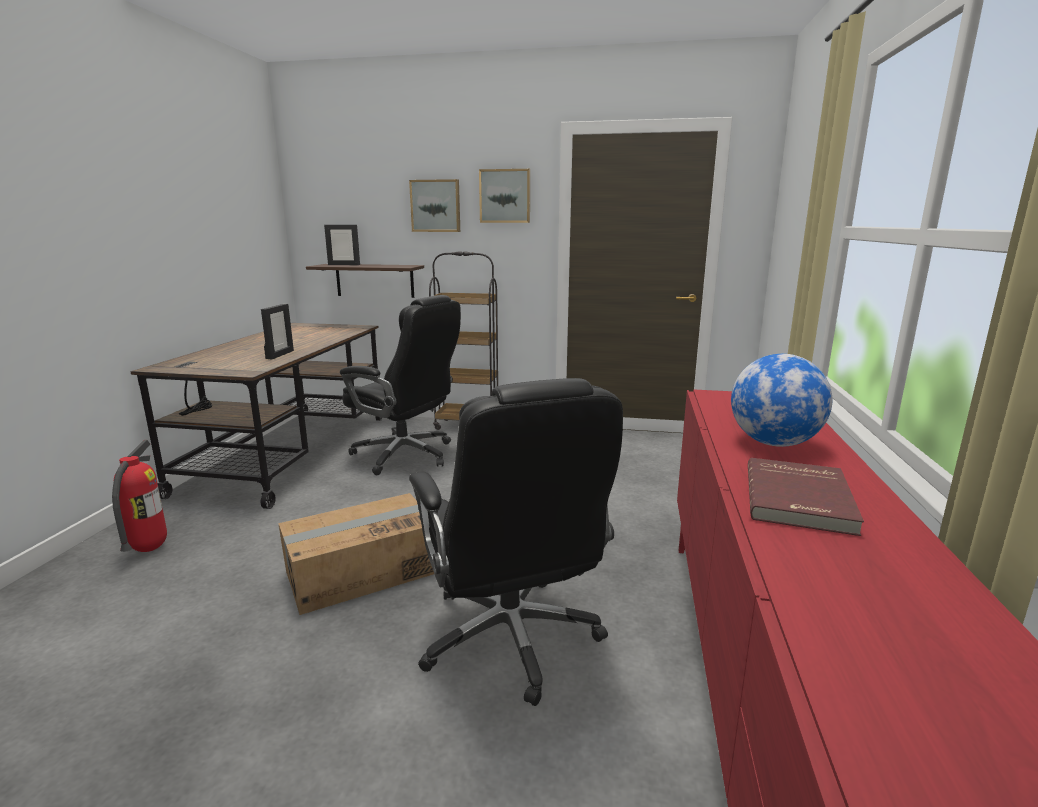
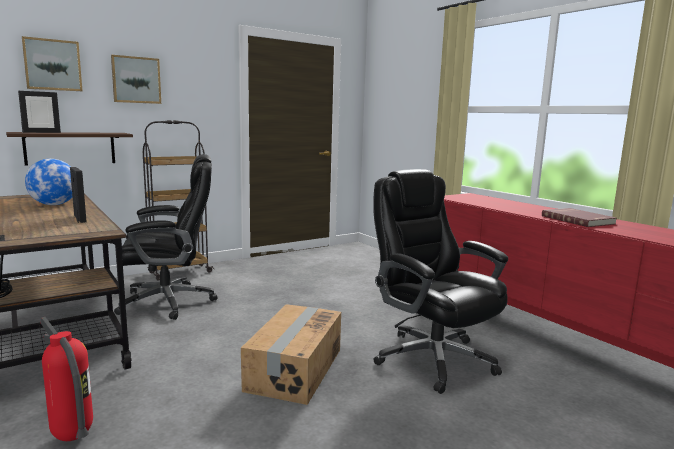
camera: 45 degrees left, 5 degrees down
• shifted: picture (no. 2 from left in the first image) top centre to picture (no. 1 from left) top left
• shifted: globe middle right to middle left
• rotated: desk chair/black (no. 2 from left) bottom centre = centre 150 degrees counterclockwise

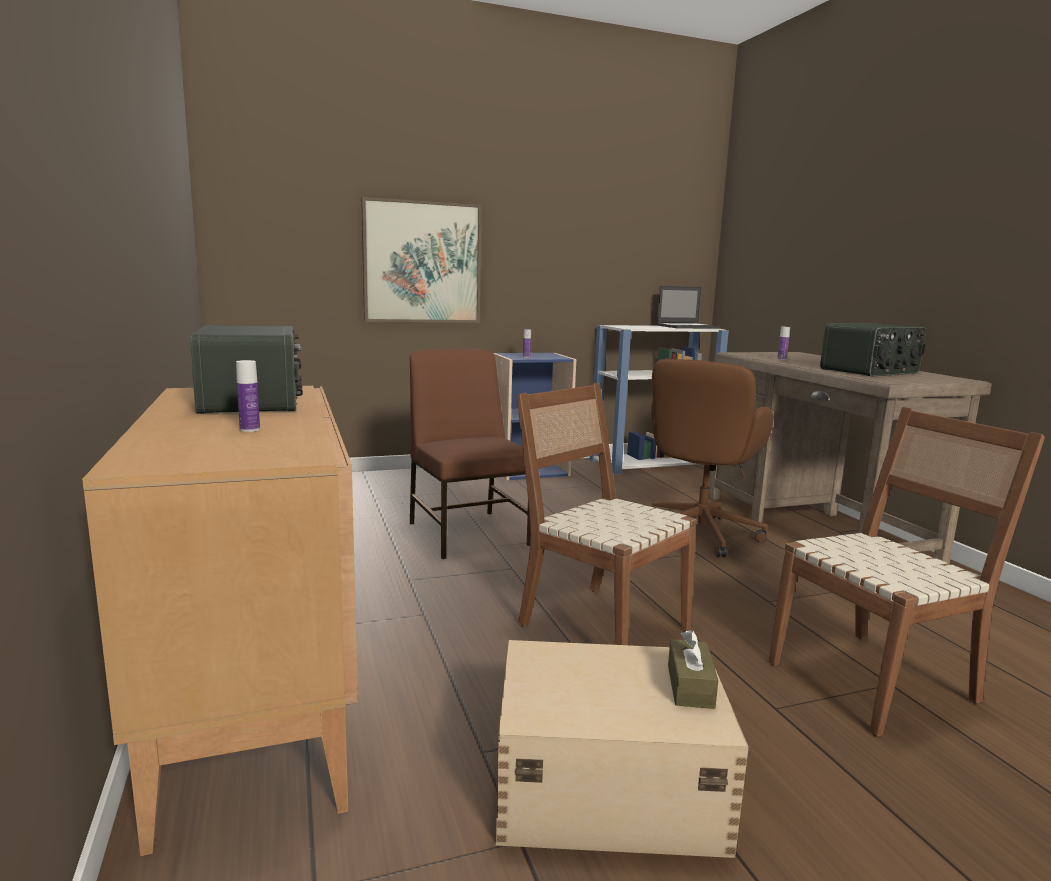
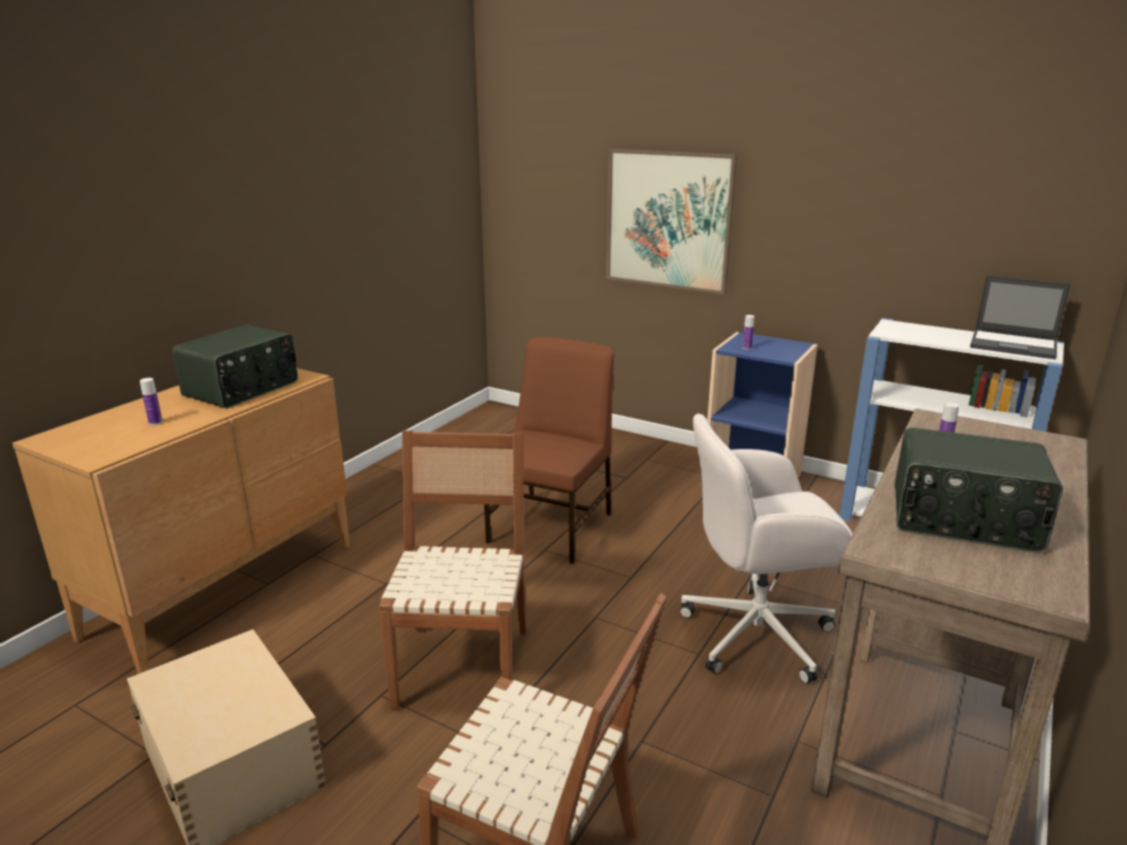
camera: 50 degrees right, 10 degrees up
• repainted: desk chair/brown middle right to desk chair/whitish middle right
• gone: tissue box/brown bottom centre

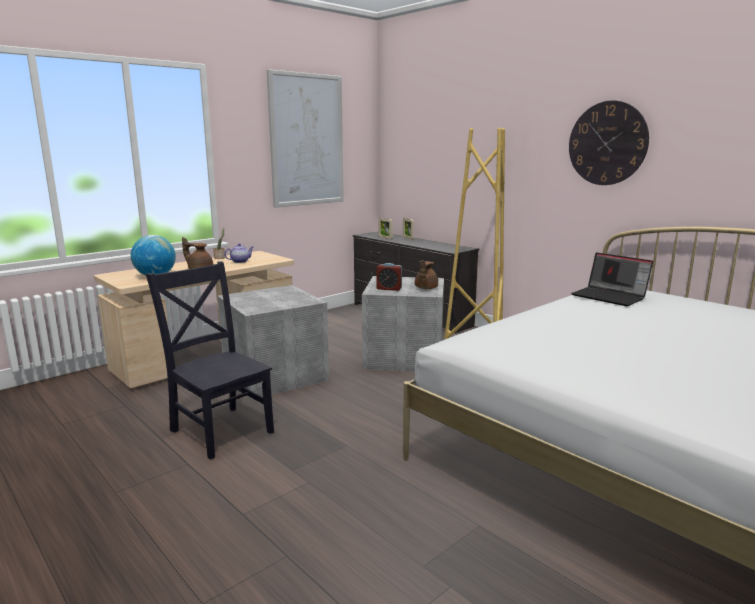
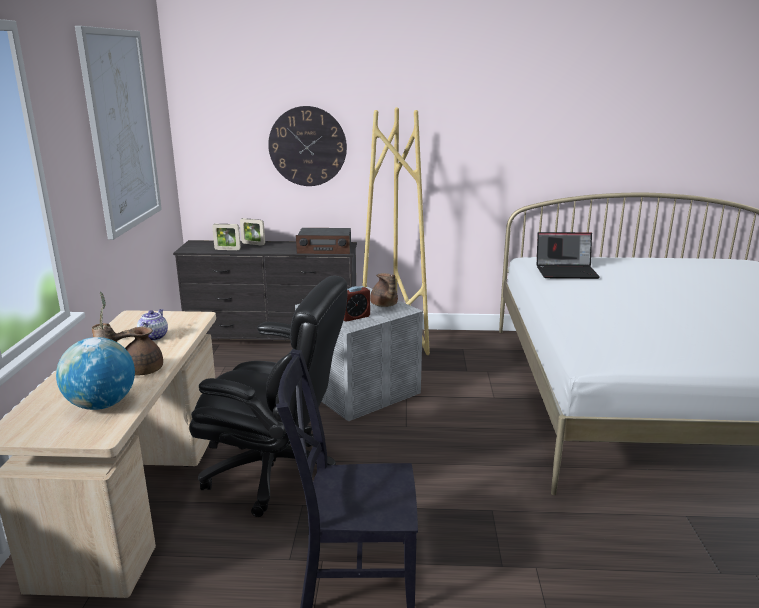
camera: 45 degrees left, 5 degrees up
• swapped: storage box/grey (no. 1 from left) centre to desk chair/black centre
• shifted: hanging clock top right to top centre
• new: radio receiver centre

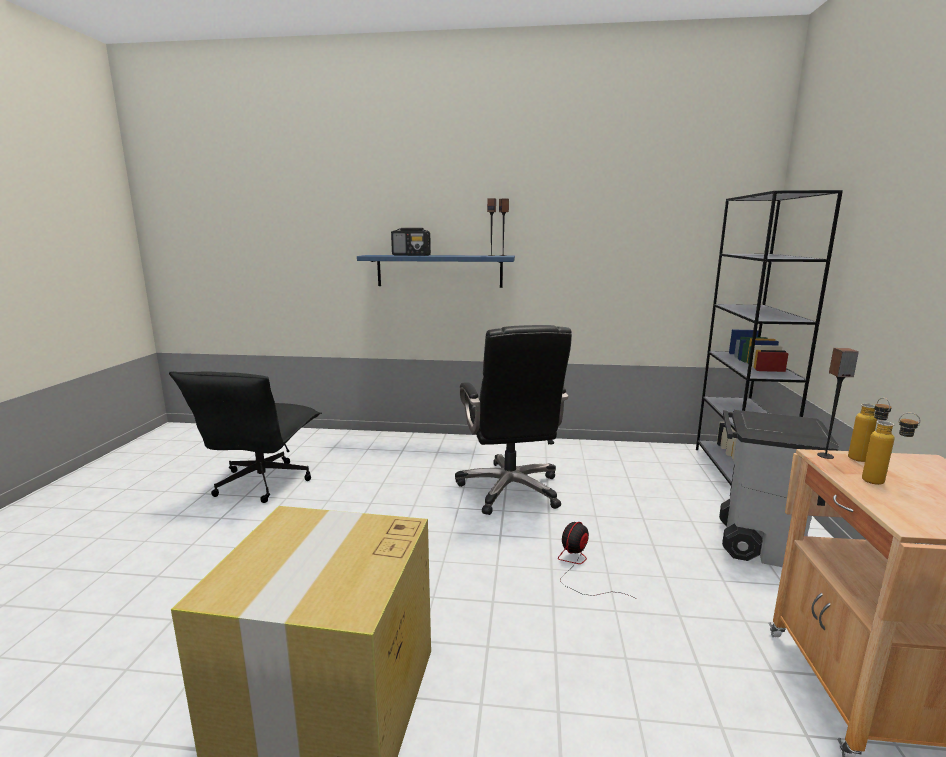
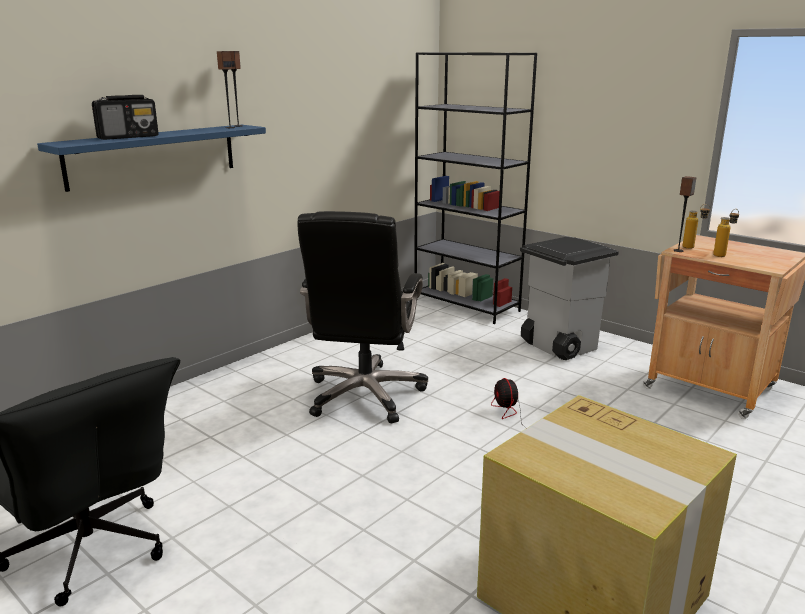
camera: 55 degrees left, 5 degrees up
• rotated: desk chair/black (no. 2 from left) centre = centre 75 degrees clockwise

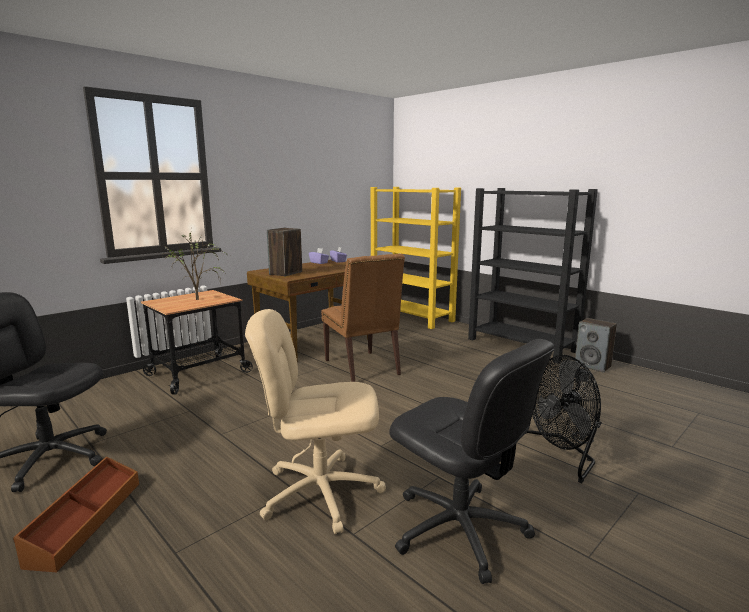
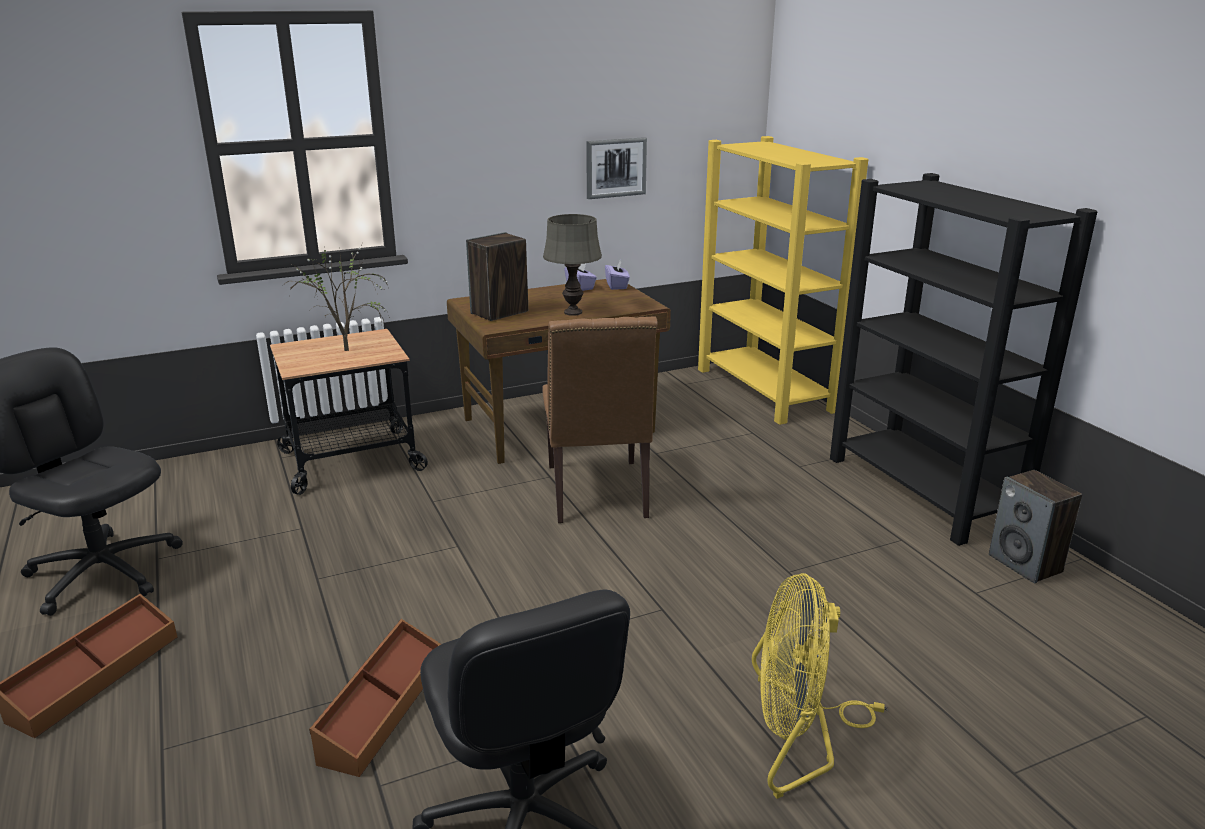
camera: 20 degrees right, 10 degrees up
• swapped: desk chair/sand-coloured bottom centre to storage box/brown (no. 2 from left) bottom left
• new: table lamp/grey top centre
• new: picture top centre
• repainted: cooling fan/black bottom right to cooling fan/yellow-coloured bottom right

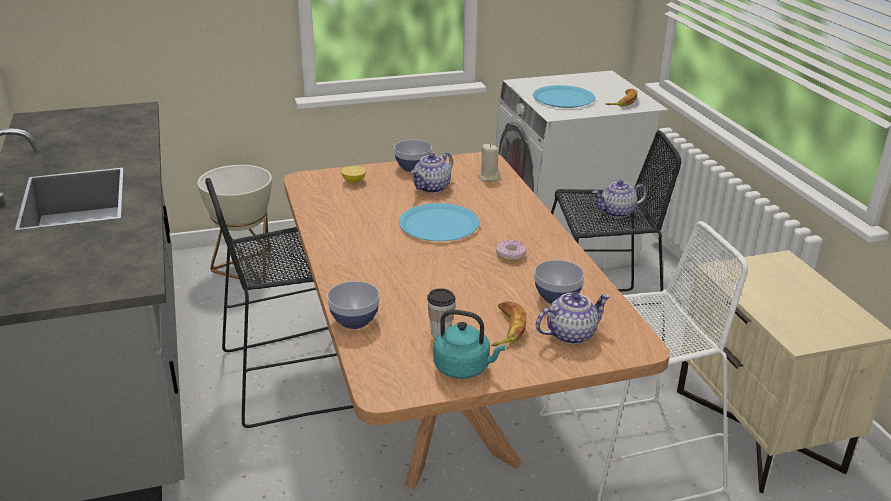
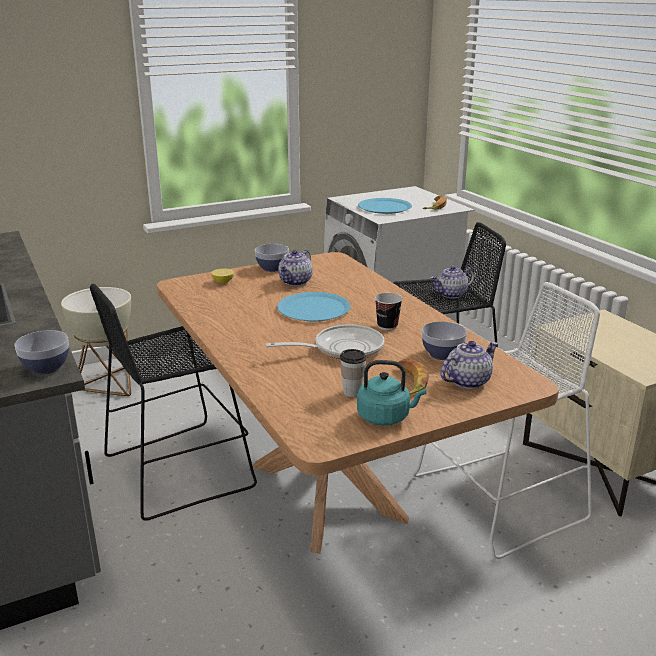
camera: 10 degrees left, 5 degrees down
• shifted: bowl (no. 1 from left) centre to middle left
• new: skillet centre
• swapped: doughnut centre to small cup (no. 2 from left) centre
• gone: wax candle/sand-coloured top centre

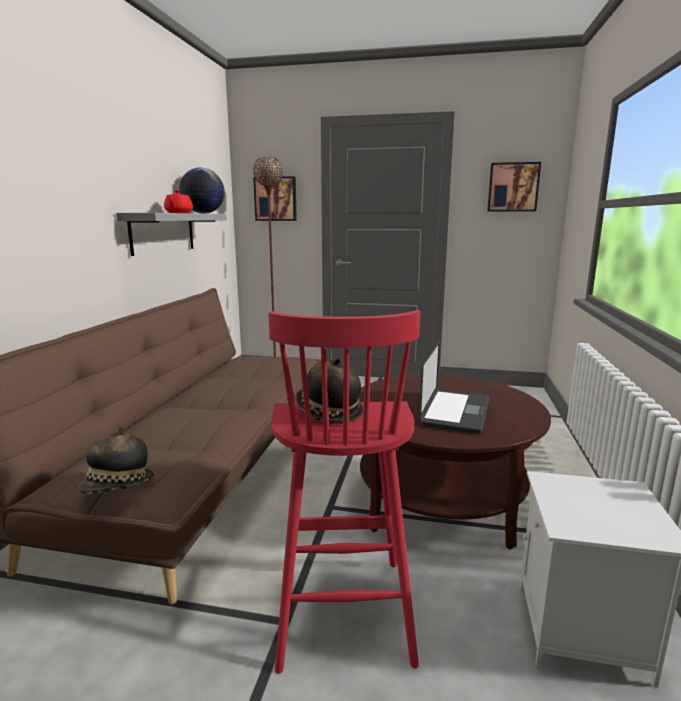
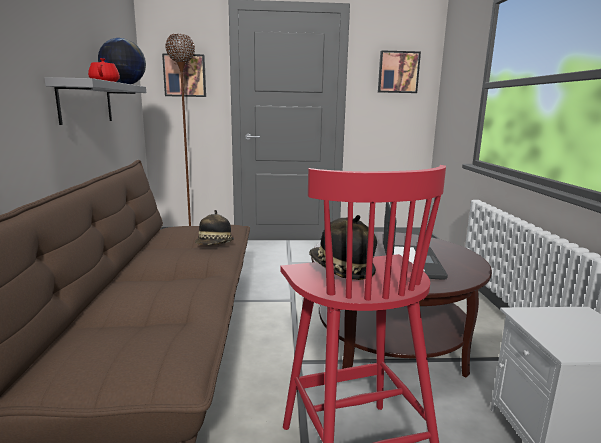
camera: 15 degrees left, 0 degrees up
• shifted: hat (no. 1 from left) middle left to centre

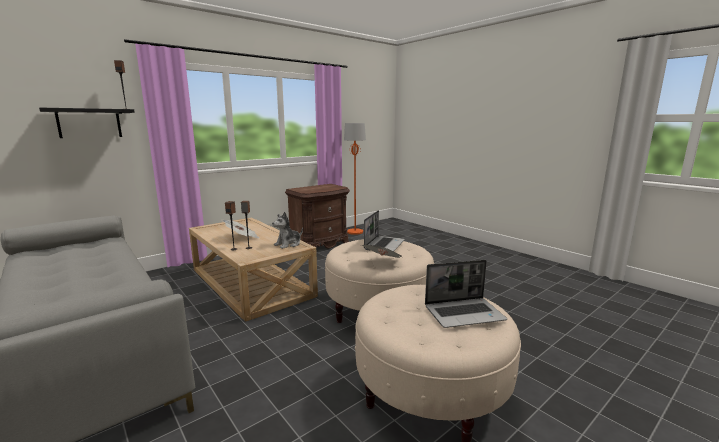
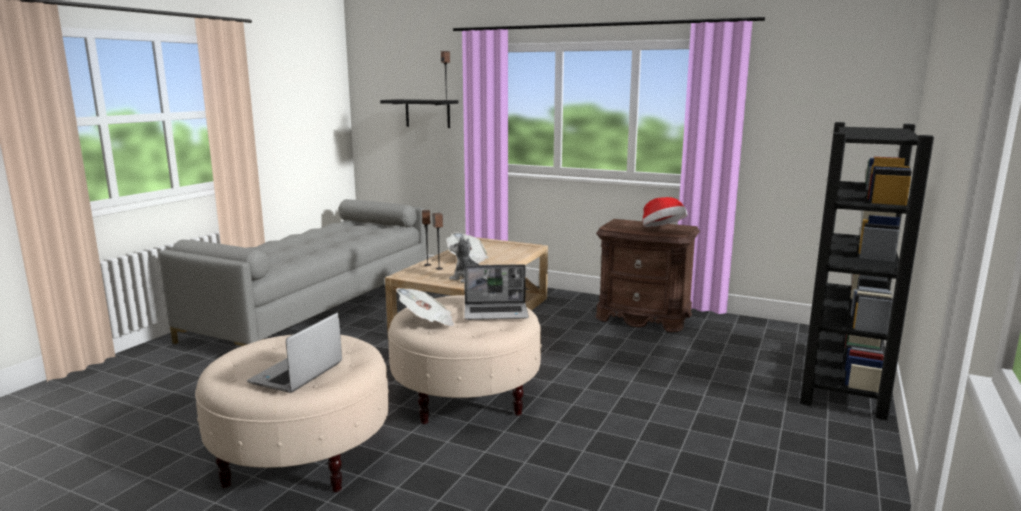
camera: 65 degrees right, 0 degrees up
• rotated: notebook computer (no. 2 from left in the first image) centre = bottom left 60 degrees clockwise
• new: hat centre
• new: bookshelf/black middle right
• gone: standard lamp/orange centre

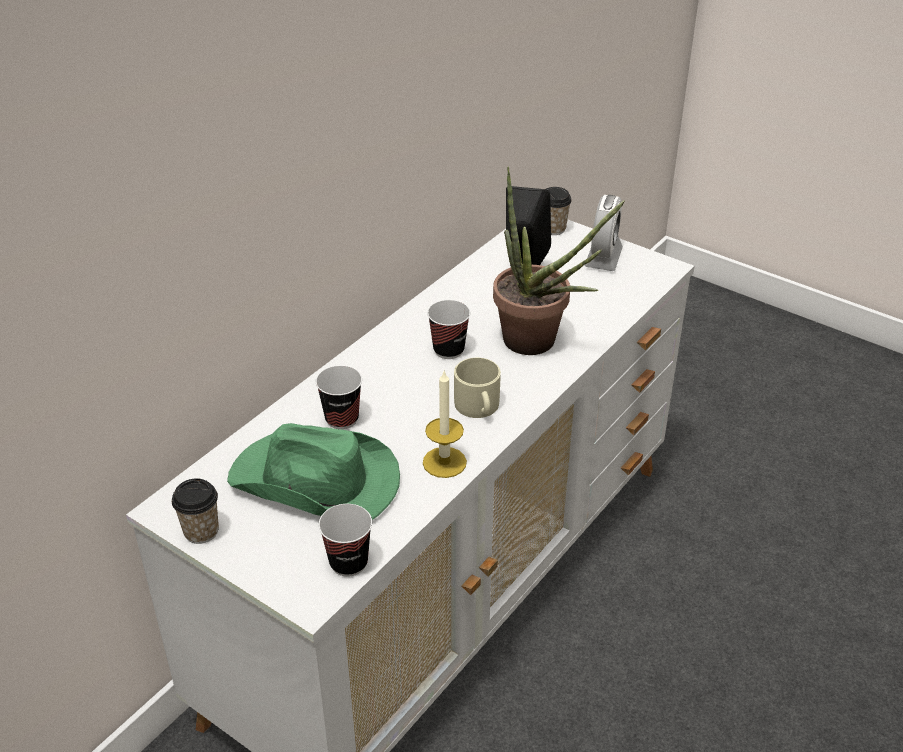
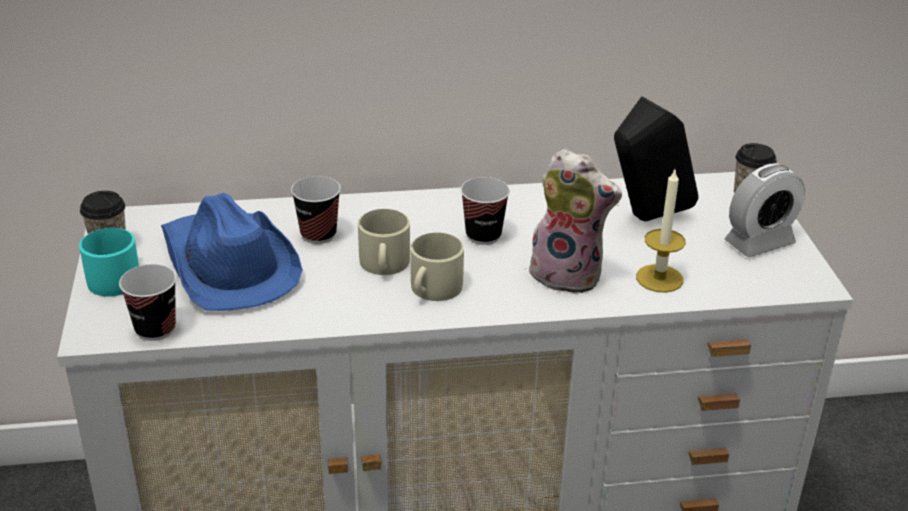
camera: 45 degrees right, 5 degrees down
• new: coffee mug/turquoise-coloured middle left
• repainted: hat/greenish centre to hat/blue middle left
• new: coffee mug/sand-coloured (no. 1 from left) centre
• swapped: plant in a pot centre to soft toy centre
• shifted: wax candle centre to middle right

